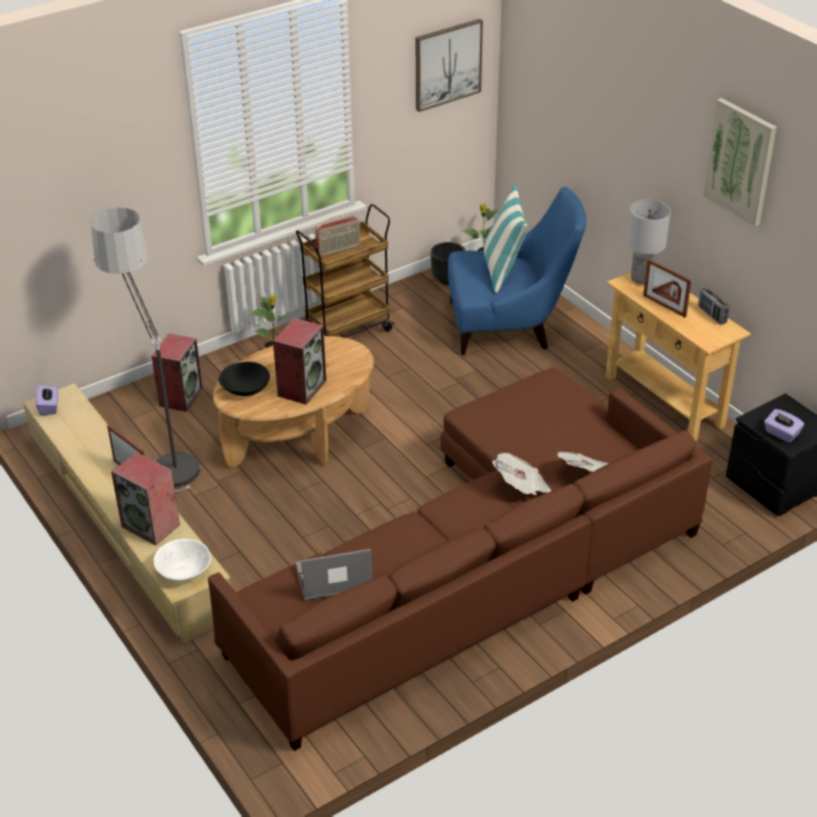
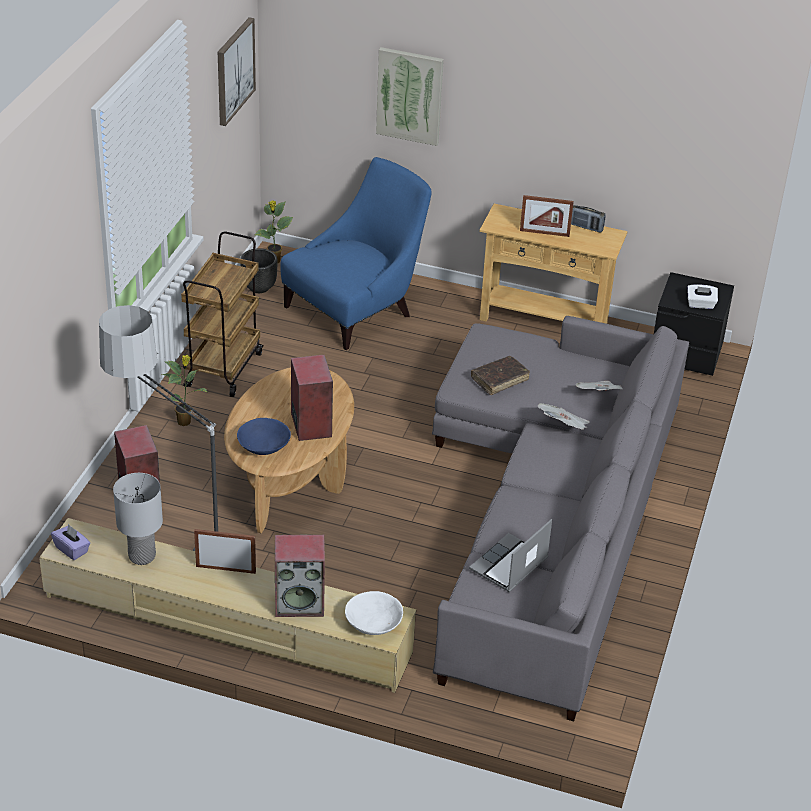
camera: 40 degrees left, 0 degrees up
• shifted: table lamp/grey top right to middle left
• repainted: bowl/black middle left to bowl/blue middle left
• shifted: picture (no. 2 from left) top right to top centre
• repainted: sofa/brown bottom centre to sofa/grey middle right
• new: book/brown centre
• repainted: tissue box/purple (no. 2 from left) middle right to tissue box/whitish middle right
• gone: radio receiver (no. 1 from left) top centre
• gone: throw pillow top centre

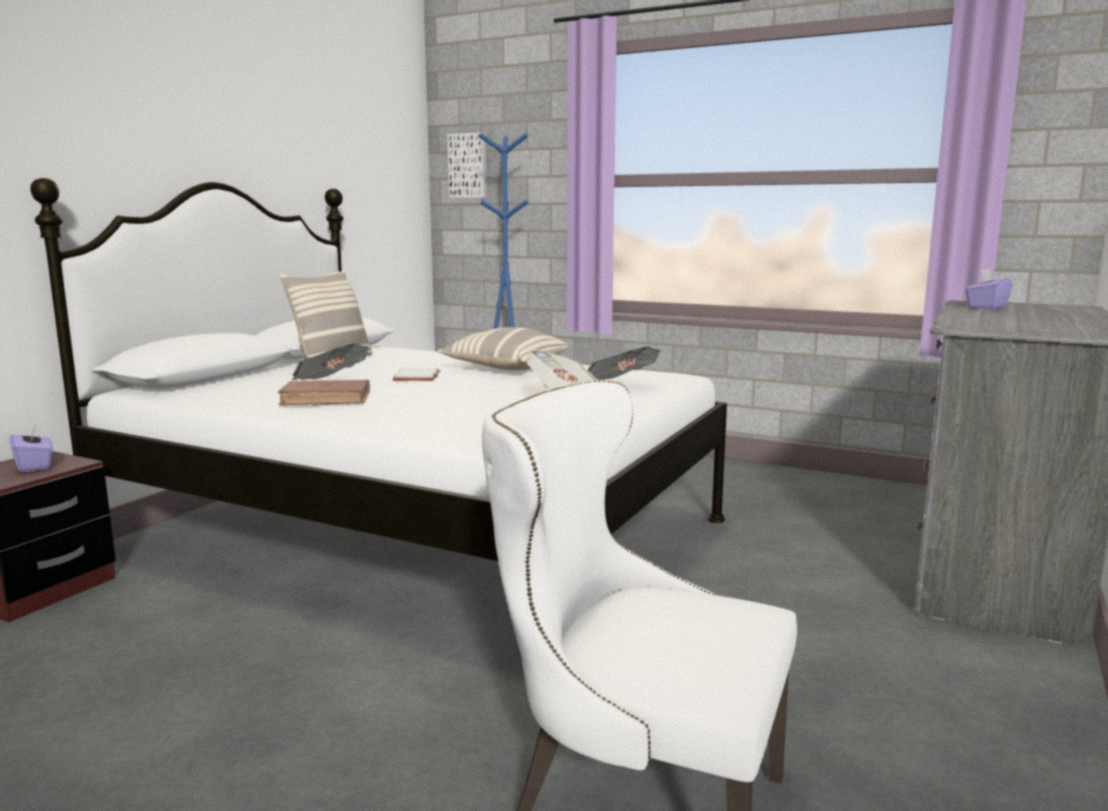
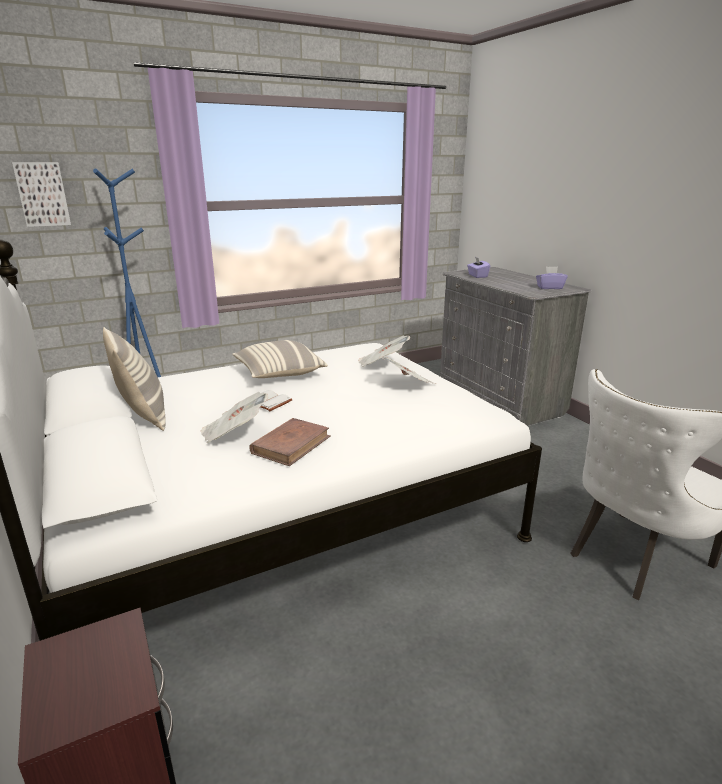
camera: 55 degrees left, 10 degrees up
• shifted: tissue box/purple (no. 1 from left in the first image) middle left to tissue box/purple (no. 2 from left) middle right

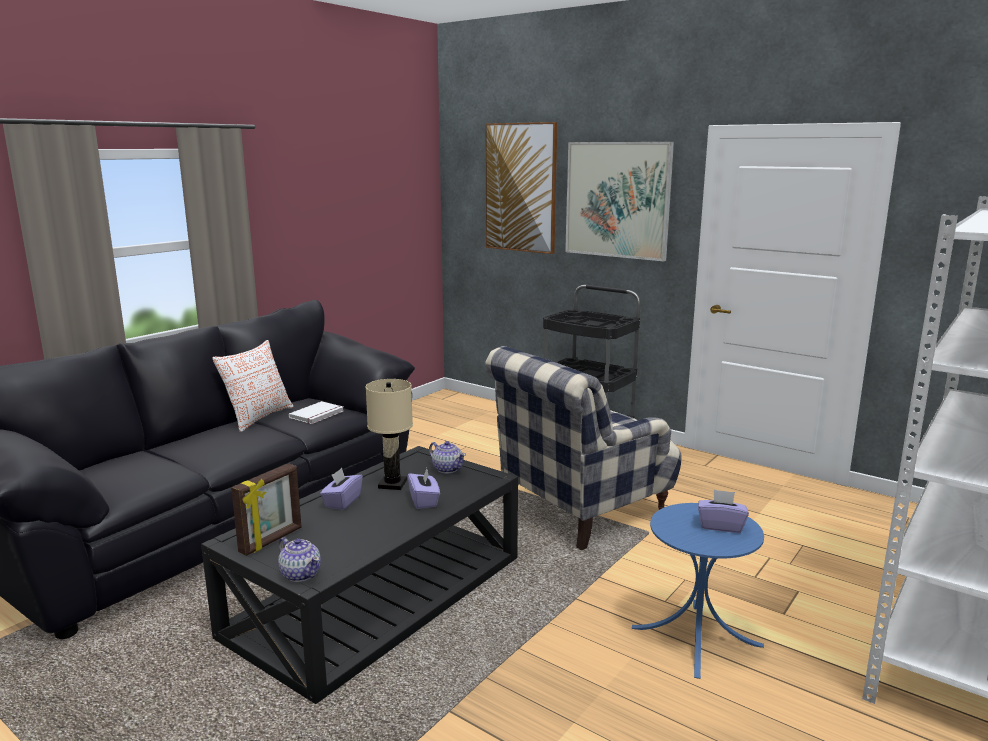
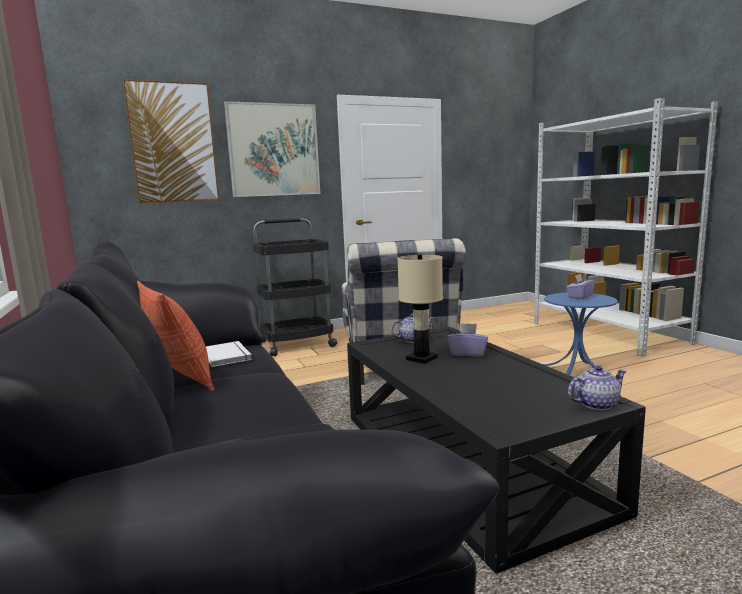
camera: 60 degrees left, 5 degrees down
• repainted: throw pillow/whitish middle left to throw pillow/orange middle left
• gone: photo frame bottom left
• gone: tissue box/purple (no. 1 from left) centre

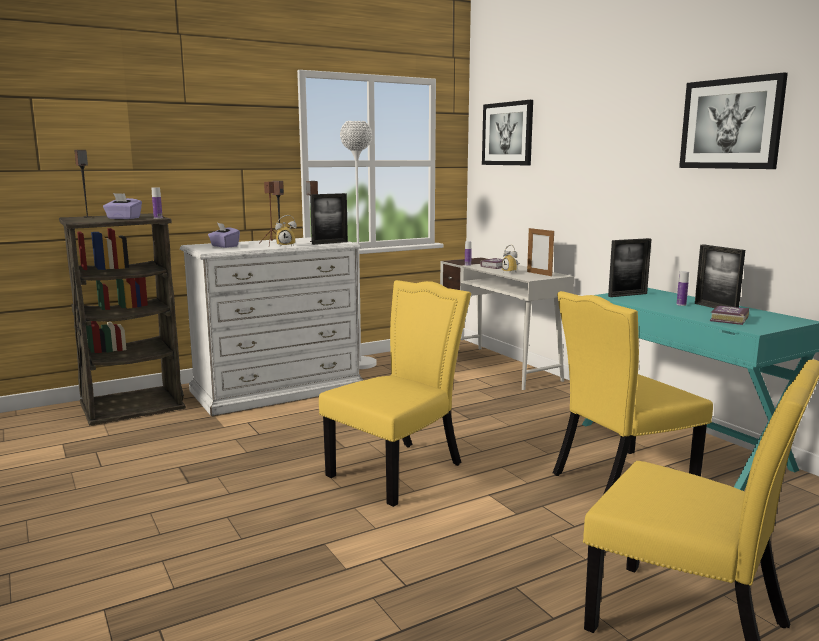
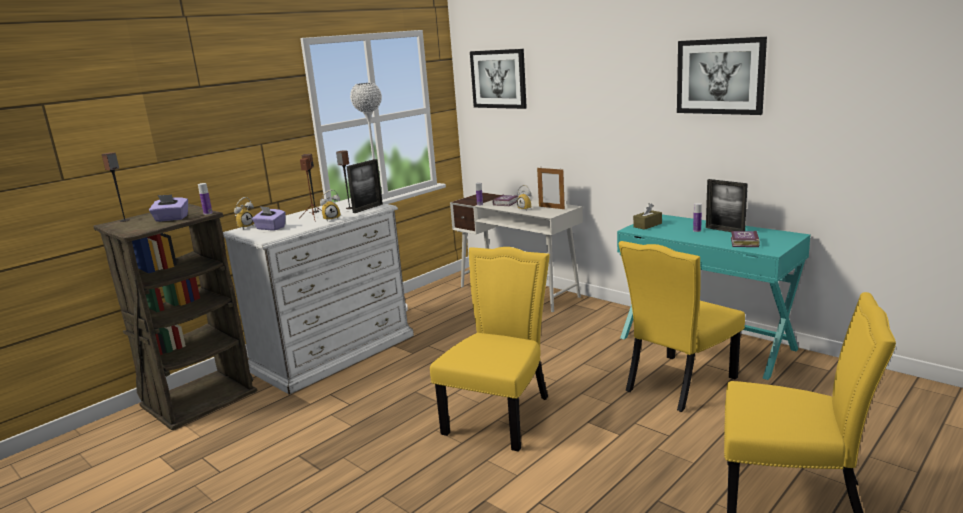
camera: 15 degrees left, 5 degrees up
• new: bedside clock (no. 1 from left) middle left
• swapped: photo frame (no. 3 from left) middle right to tissue box/brown middle right

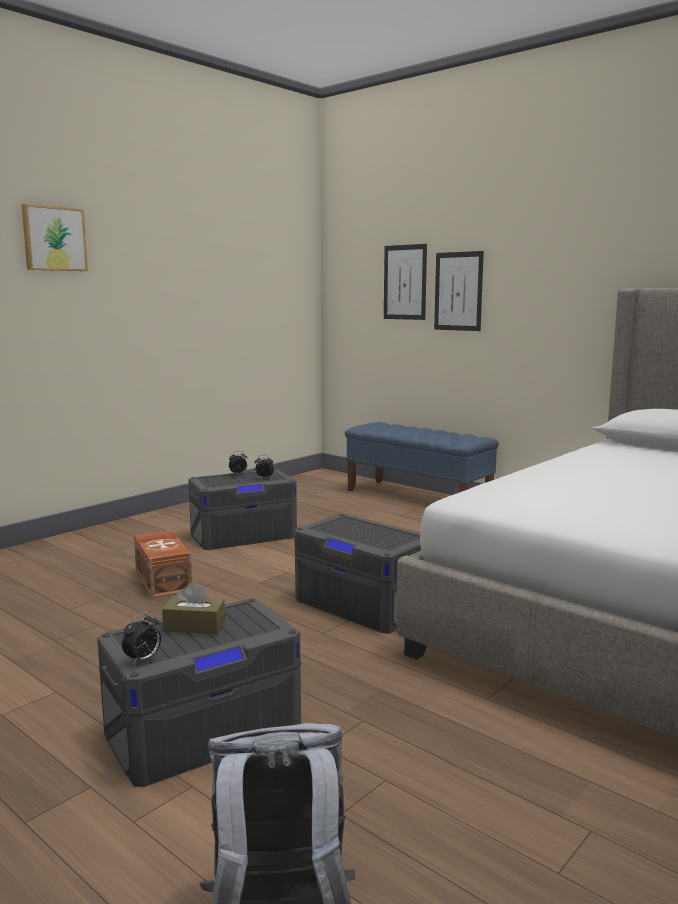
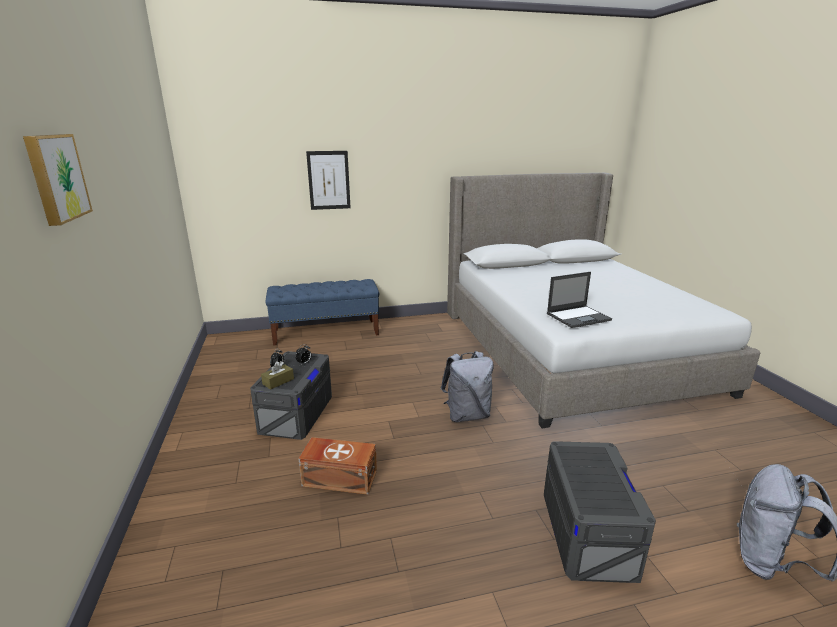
camera: 55 degrees left, 10 degrees up
• shifted: tissue box/brown bottom left to middle left
• swapped: storage box/grey (no. 3 from left) centre to backpack/grey (no. 1 from left) centre
• new: notebook computer middle right
• gone: bedside clock (no. 1 from left) bottom left
• gone: picture (no. 2 from left) top centre

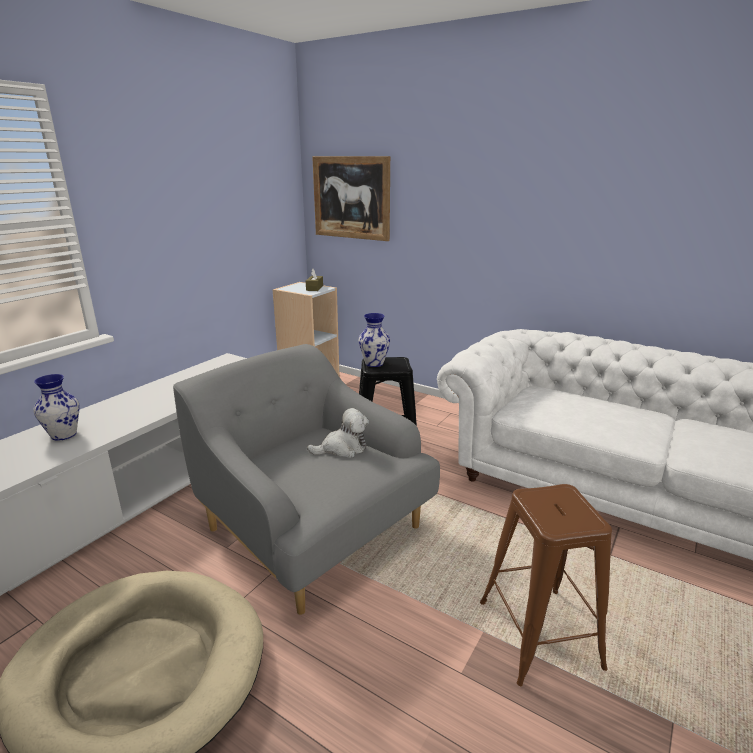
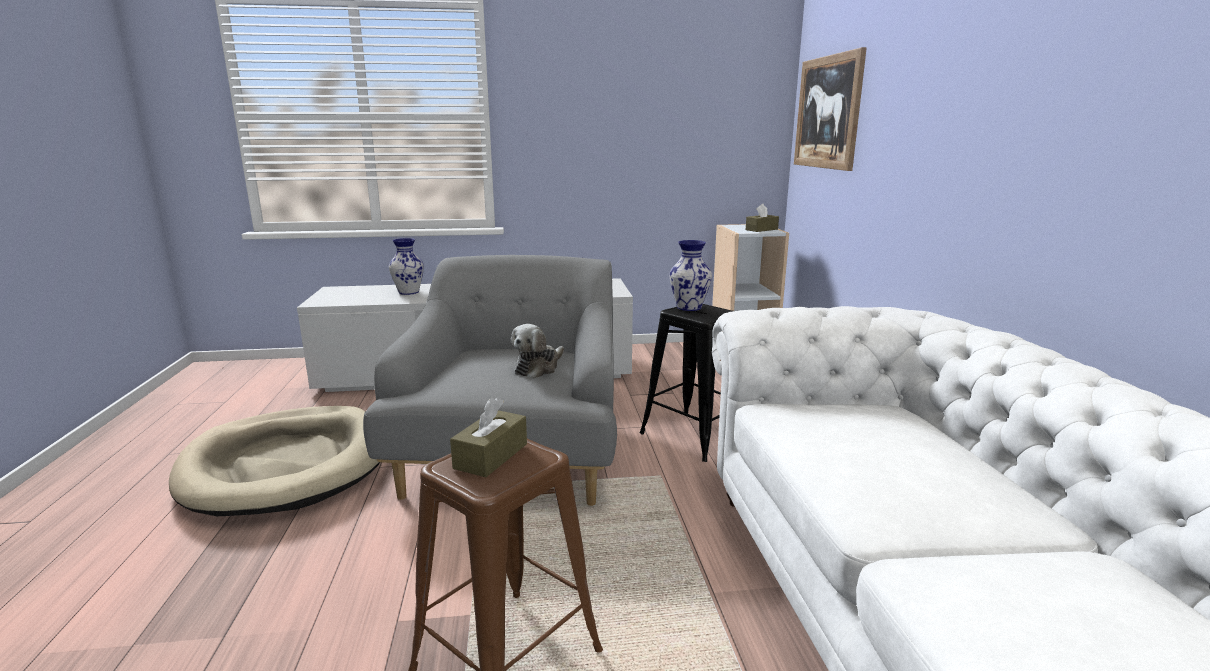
camera: 50 degrees right, 5 degrees down
• new: tissue box/brown (no. 1 from left) centre
• rotated: soft toy centre = centre 90 degrees clockwise

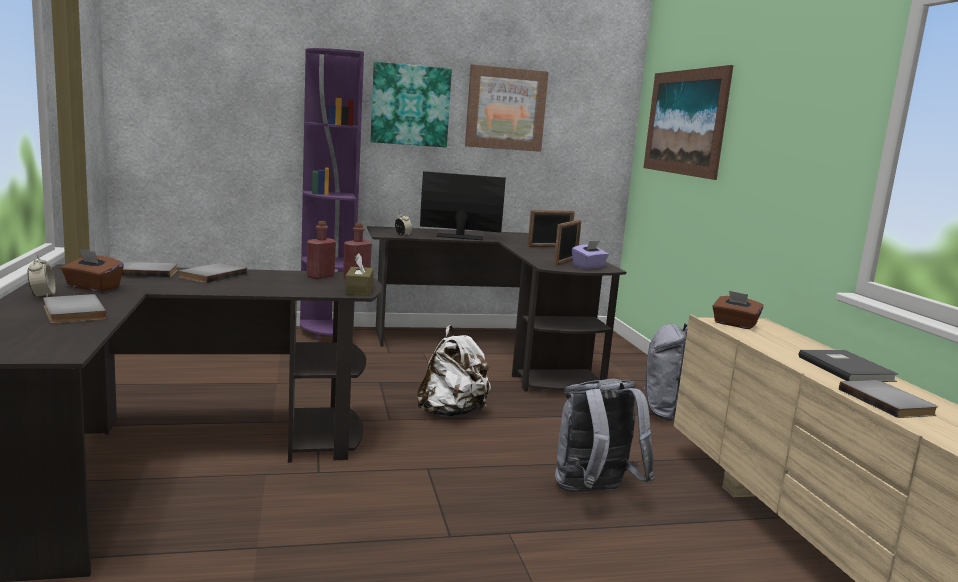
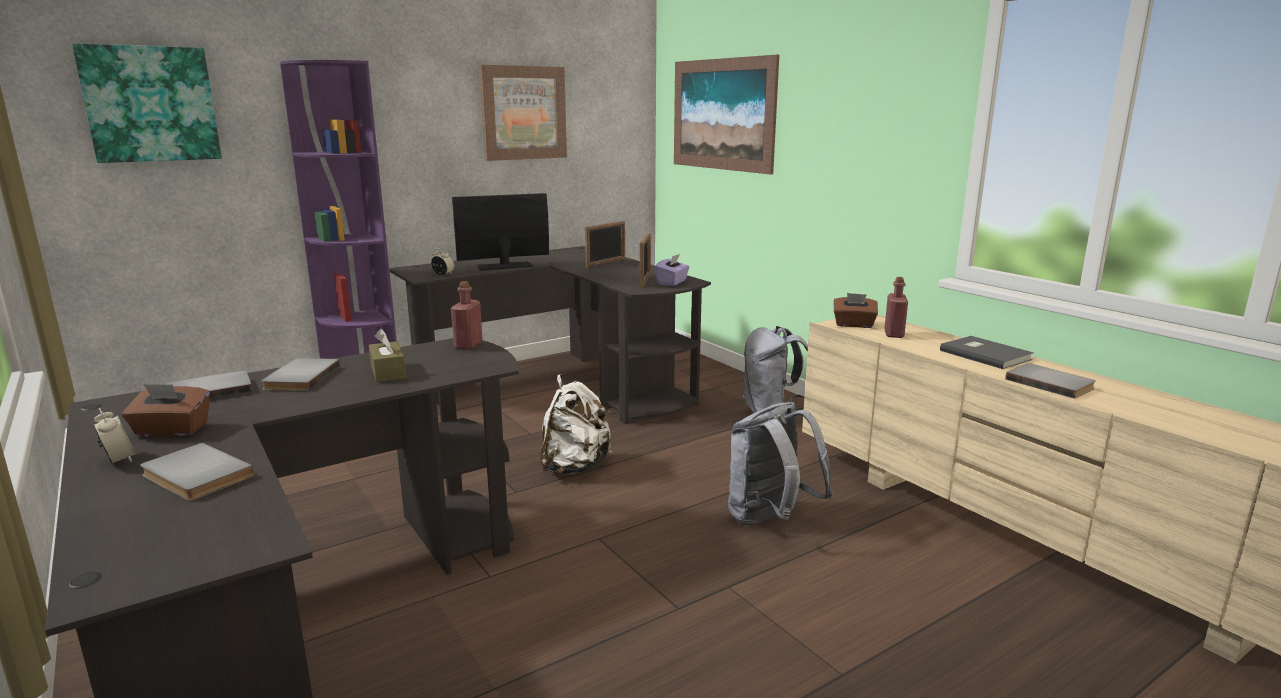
camera: 20 degrees left, 5 degrees up
• shifted: picture (no. 1 from left) top centre to top left
• shifted: tissue box/brown (no. 2 from left) centre to middle left
• shifted: beverage bottle/reddish (no. 1 from left in the first image) centre to beverage bottle/reddish (no. 2 from left) middle right

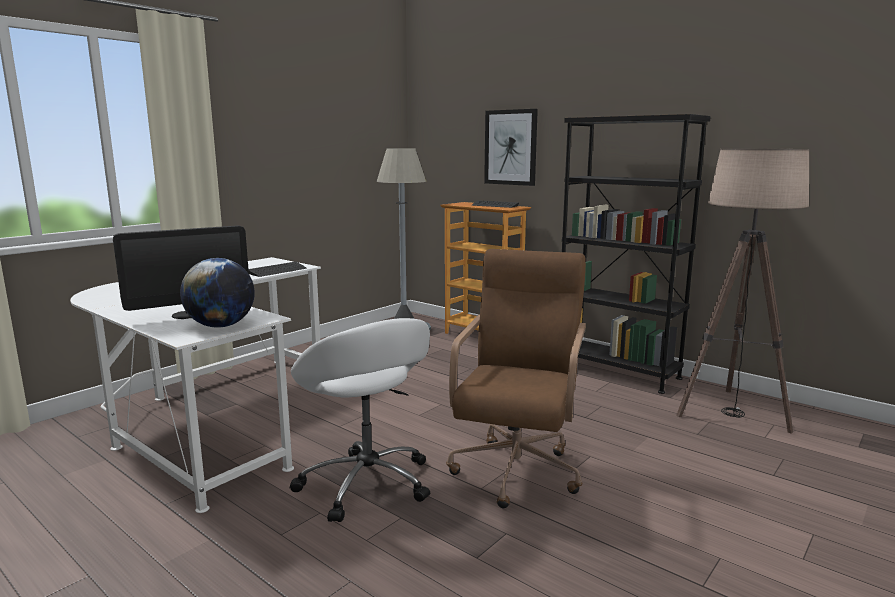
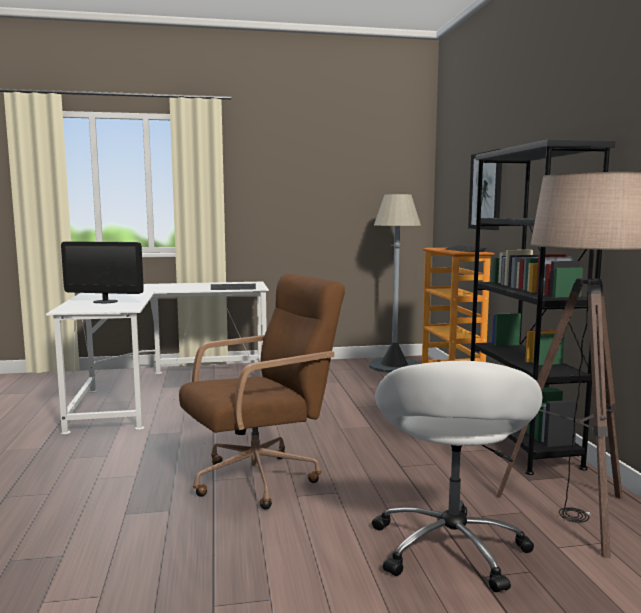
camera: 40 degrees right, 5 degrees down
• shifted: desk chair/whitish bottom centre to bottom right
• gone: globe middle left

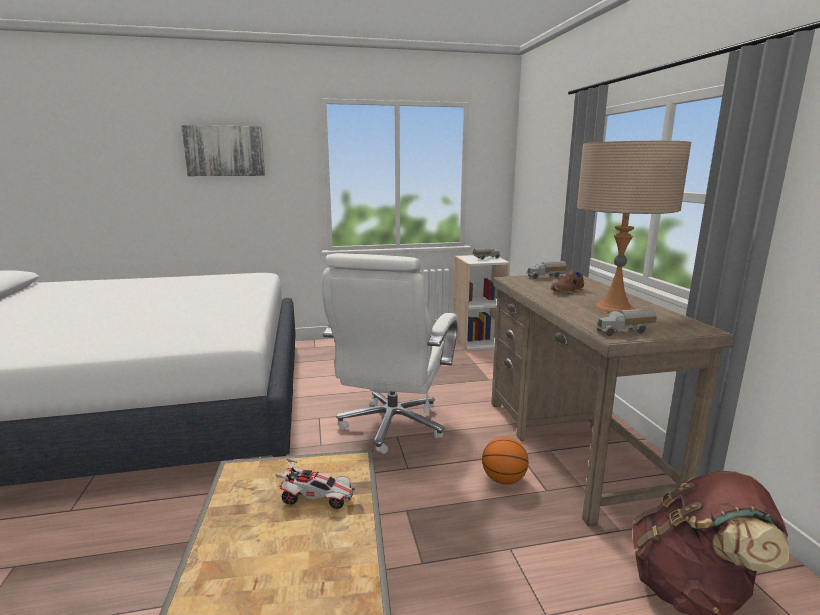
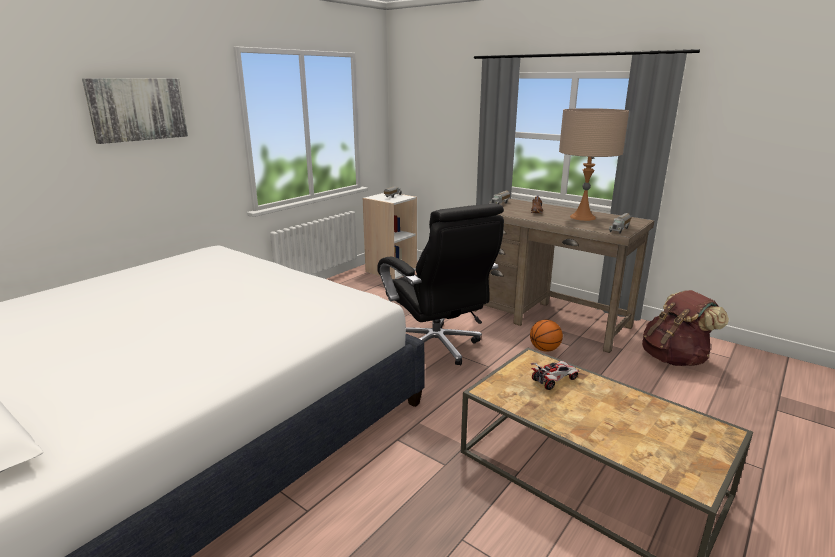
camera: 40 degrees left, 5 degrees up
• repainted: desk chair/whitish centre to desk chair/black centre

